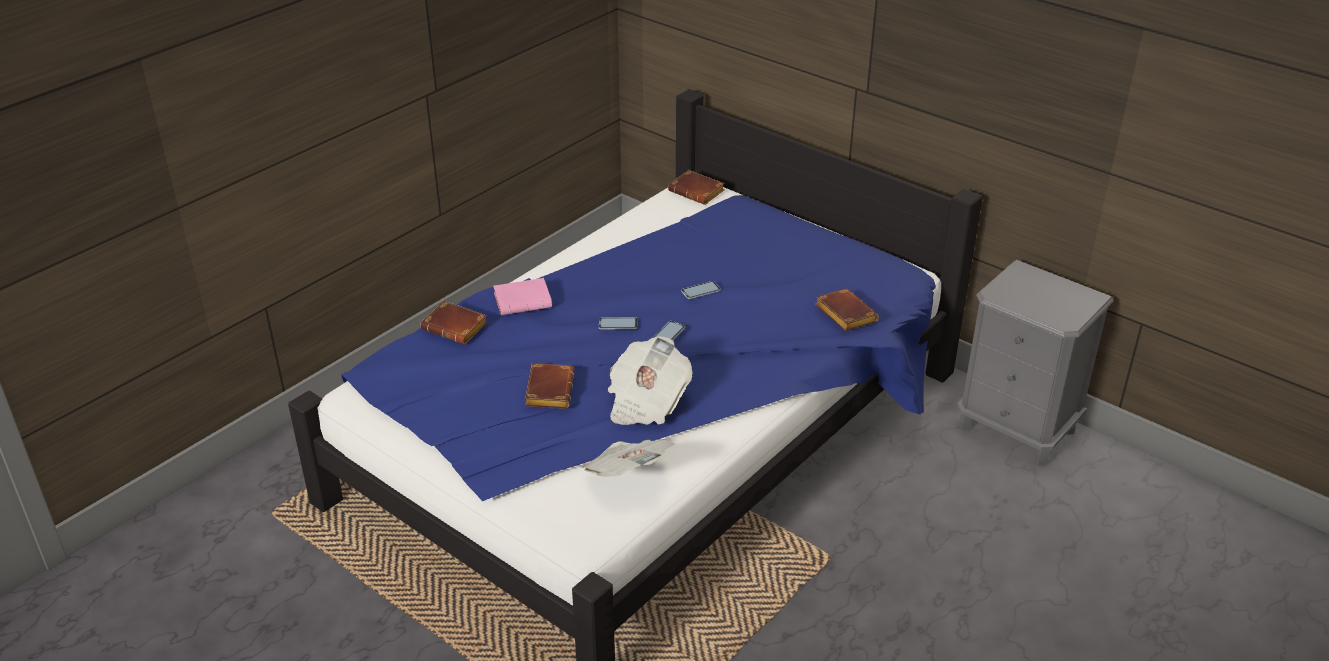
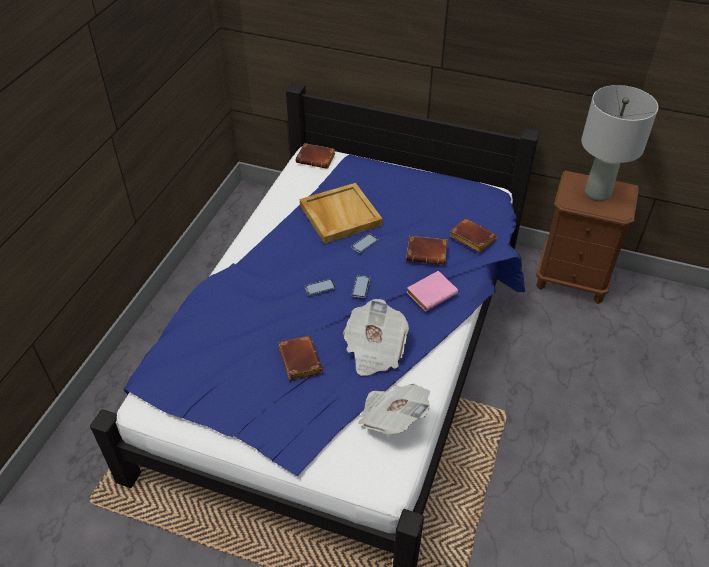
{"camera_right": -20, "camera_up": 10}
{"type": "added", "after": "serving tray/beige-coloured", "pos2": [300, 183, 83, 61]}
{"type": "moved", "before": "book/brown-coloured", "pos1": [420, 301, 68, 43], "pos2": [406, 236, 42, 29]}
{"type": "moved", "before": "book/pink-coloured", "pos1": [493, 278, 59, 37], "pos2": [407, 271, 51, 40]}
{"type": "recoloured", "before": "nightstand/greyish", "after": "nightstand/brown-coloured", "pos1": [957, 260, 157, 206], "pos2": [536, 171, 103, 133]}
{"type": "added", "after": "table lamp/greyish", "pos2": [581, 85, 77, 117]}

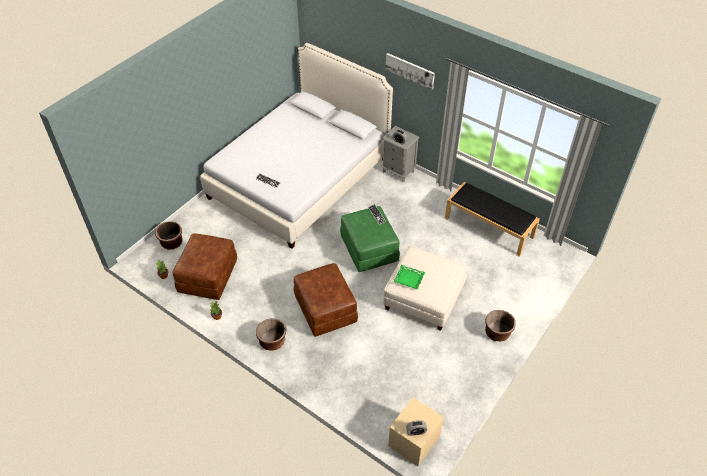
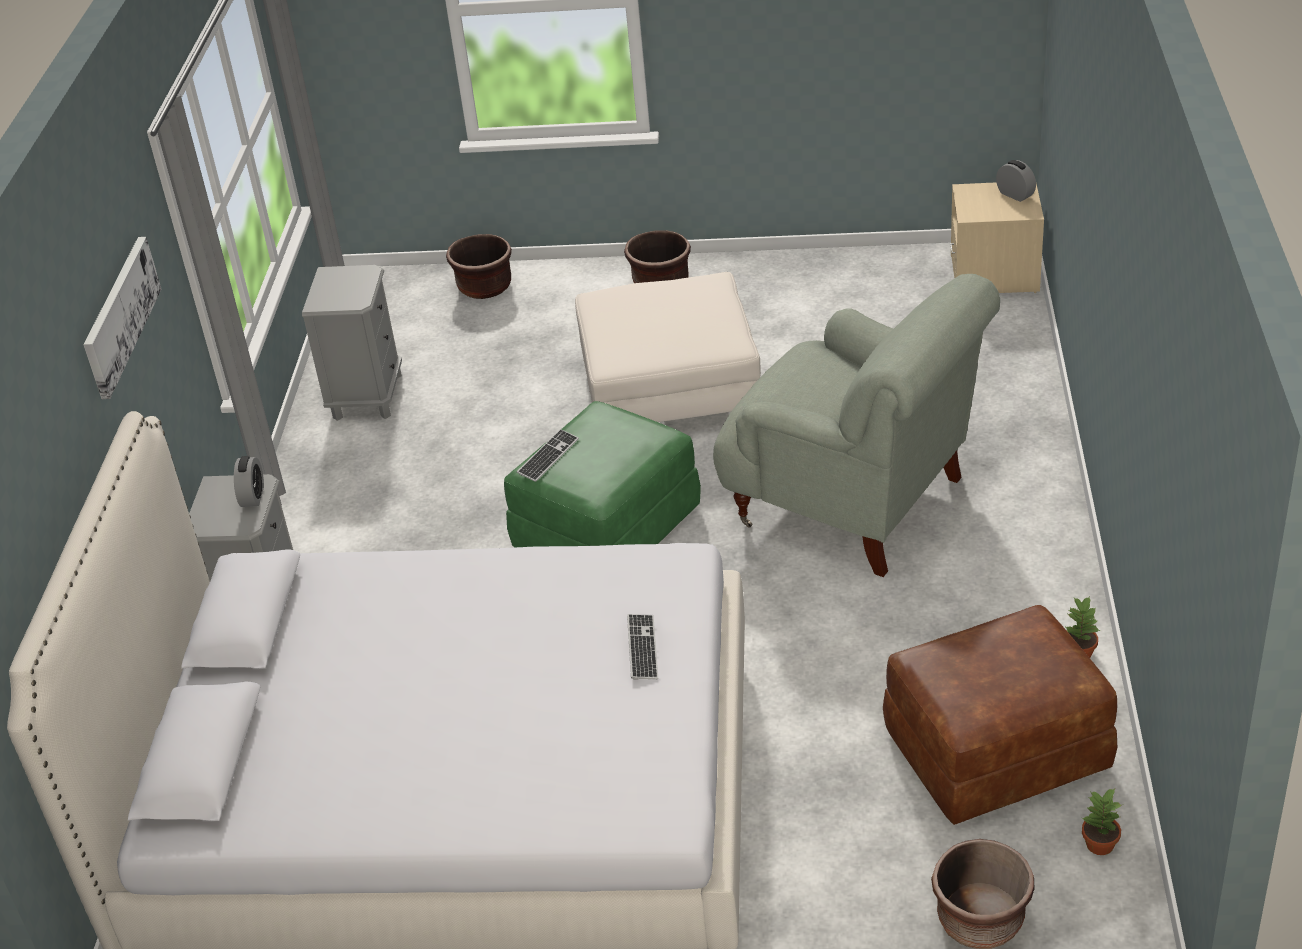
{"camera_right": -120, "camera_up": -10}
{"type": "replaced", "before": "long seat/blackish", "after": "nightstand/greyish", "pos1": [445, 182, 95, 75], "pos2": [302, 265, 100, 156]}
{"type": "moved", "before": "flower pot/brown-coloured", "pos1": [256, 319, 31, 31], "pos2": [446, 234, 66, 65]}
{"type": "replaced", "before": "footrest/brown-coloured", "after": "lounge chair/greyish", "pos1": [294, 263, 64, 74], "pos2": [713, 274, 287, 303]}
{"type": "removed", "before": "serving tray/greenish", "pos1": [393, 265, 32, 25]}

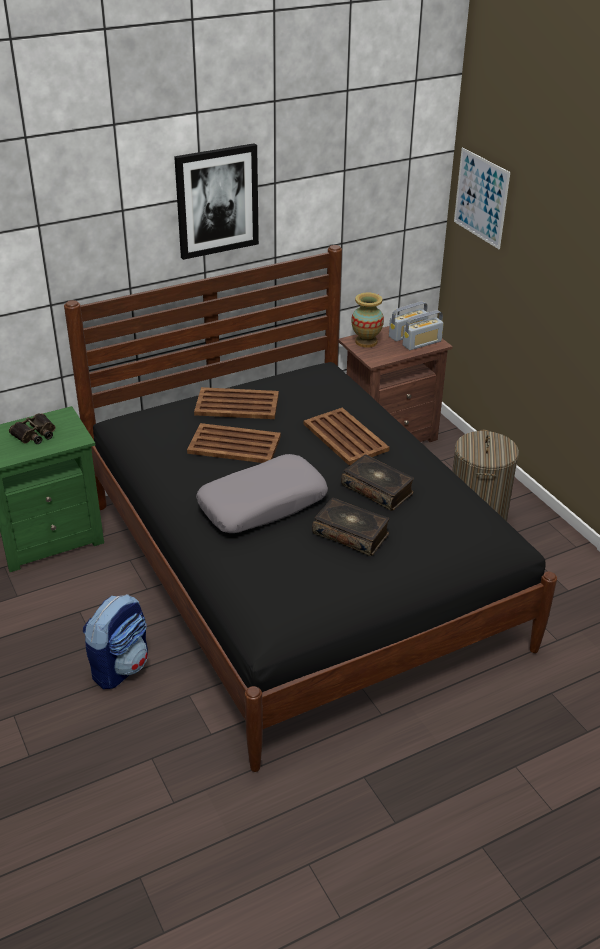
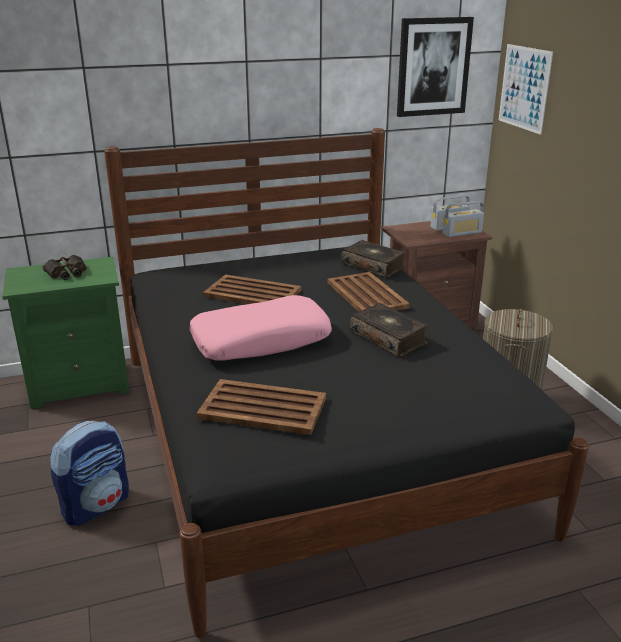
{"camera_right": 10, "camera_up": -10}
{"type": "recoloured", "before": "pillow/greyish", "after": "pillow/pink-coloured", "pos1": [196, 454, 132, 79], "pos2": [190, 295, 142, 65]}
{"type": "moved", "before": "serving tray/brown-coloured", "pos1": [194, 387, 85, 32], "pos2": [197, 379, 129, 56]}
{"type": "moved", "before": "book", "pos1": [312, 498, 77, 58], "pos2": [341, 240, 64, 37]}
{"type": "moved", "before": "picture", "pos1": [174, 143, 85, 117], "pos2": [397, 17, 77, 100]}
{"type": "removed", "before": "flower vase", "pos1": [352, 293, 32, 55]}

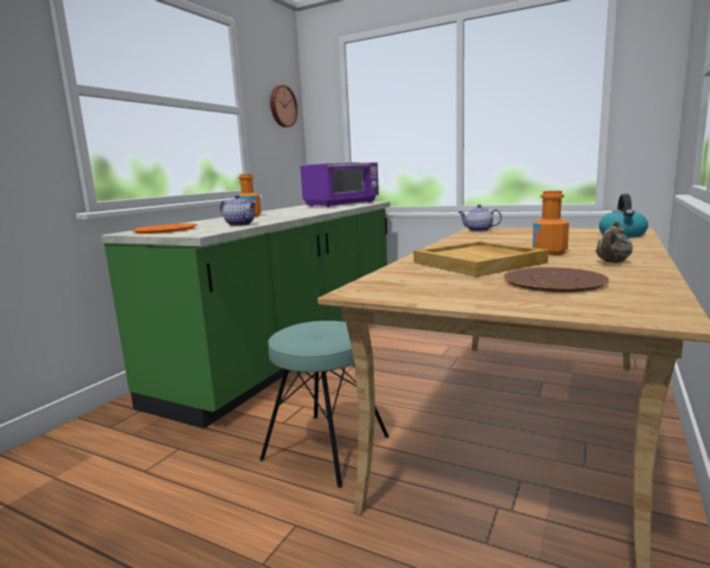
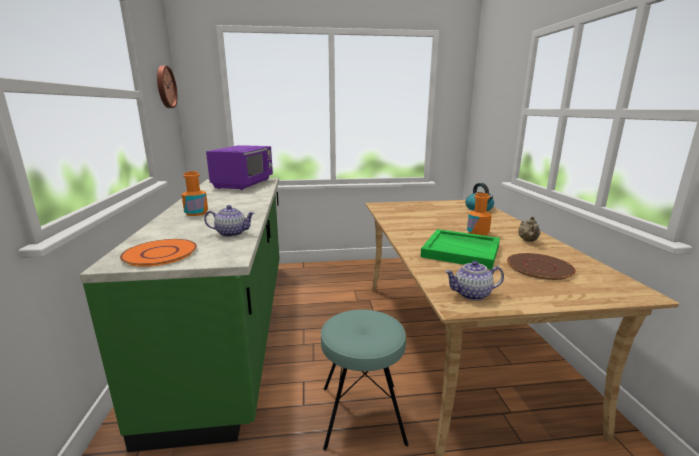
{"camera_right": -35, "camera_up": 5}
{"type": "recoloured", "before": "serving tray/beige-coloured", "after": "serving tray/greenish", "pos1": [413, 241, 135, 36], "pos2": [421, 229, 79, 40]}
{"type": "moved", "before": "tea pot", "pos1": [458, 204, 44, 28], "pos2": [445, 261, 59, 40]}

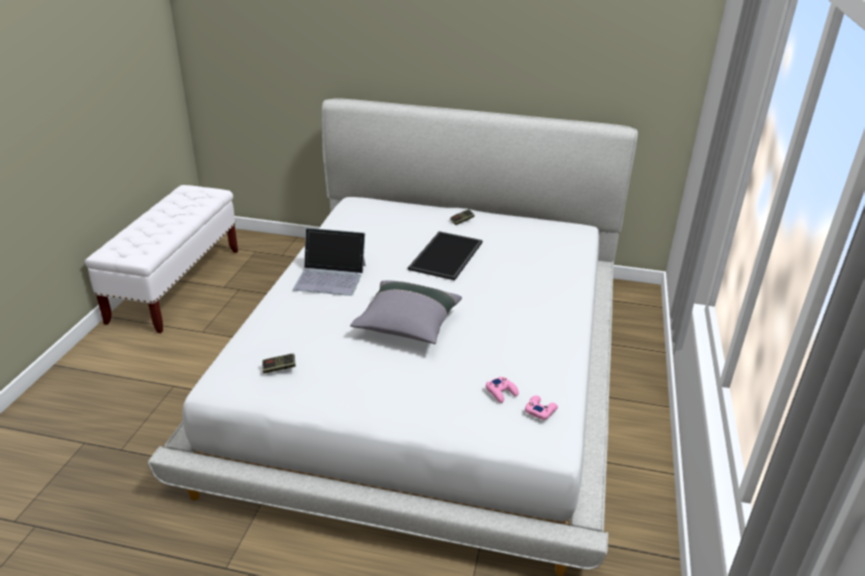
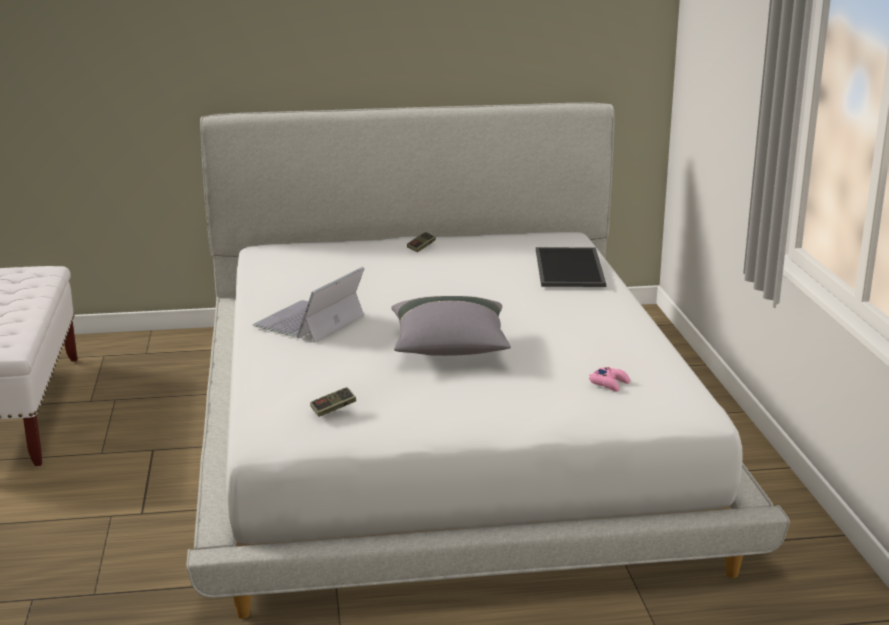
{"camera_right": -20, "camera_up": -10}
{"type": "turned", "before": "notebook computer", "pos1": [293, 228, 73, 68], "pos2": [253, 267, 112, 75], "turn": 135}
{"type": "moved", "before": "serving tray", "pos1": [408, 231, 75, 49], "pos2": [536, 247, 70, 40]}
{"type": "removed", "before": "gamepad/pink-coloured", "pos1": [525, 395, 33, 25]}

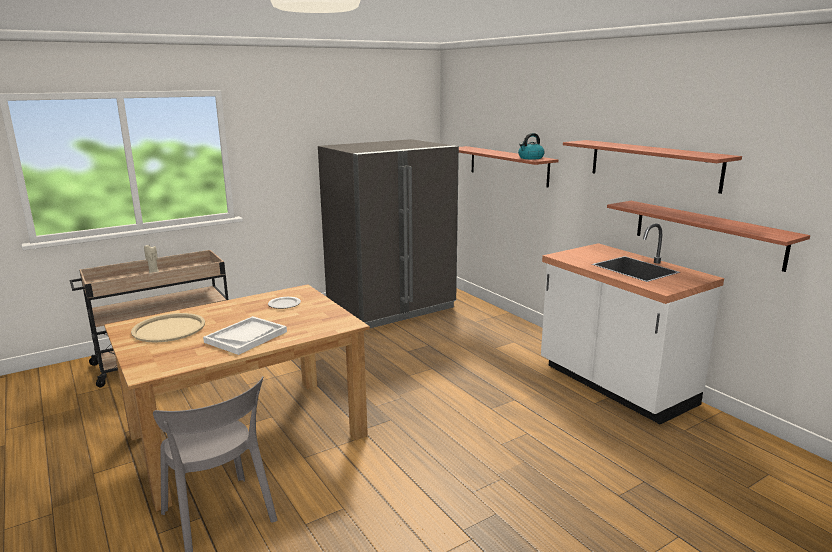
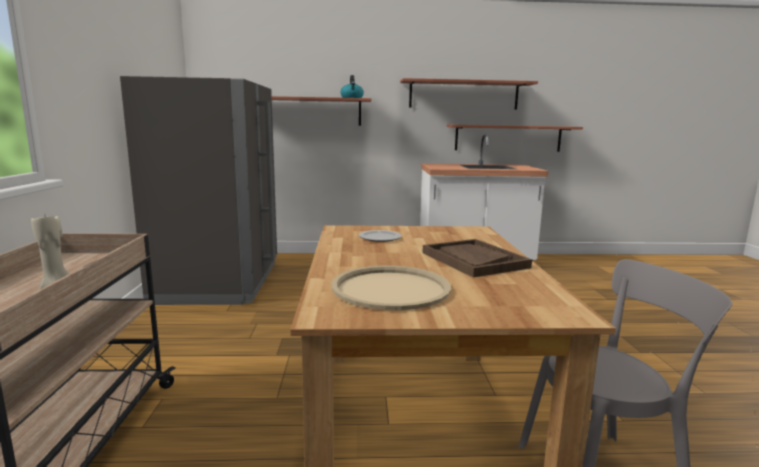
{"camera_right": -60, "camera_up": -5}
{"type": "recoloured", "before": "serving tray/whitish", "after": "serving tray/brown-coloured", "pos1": [203, 316, 84, 39], "pos2": [422, 239, 110, 38]}

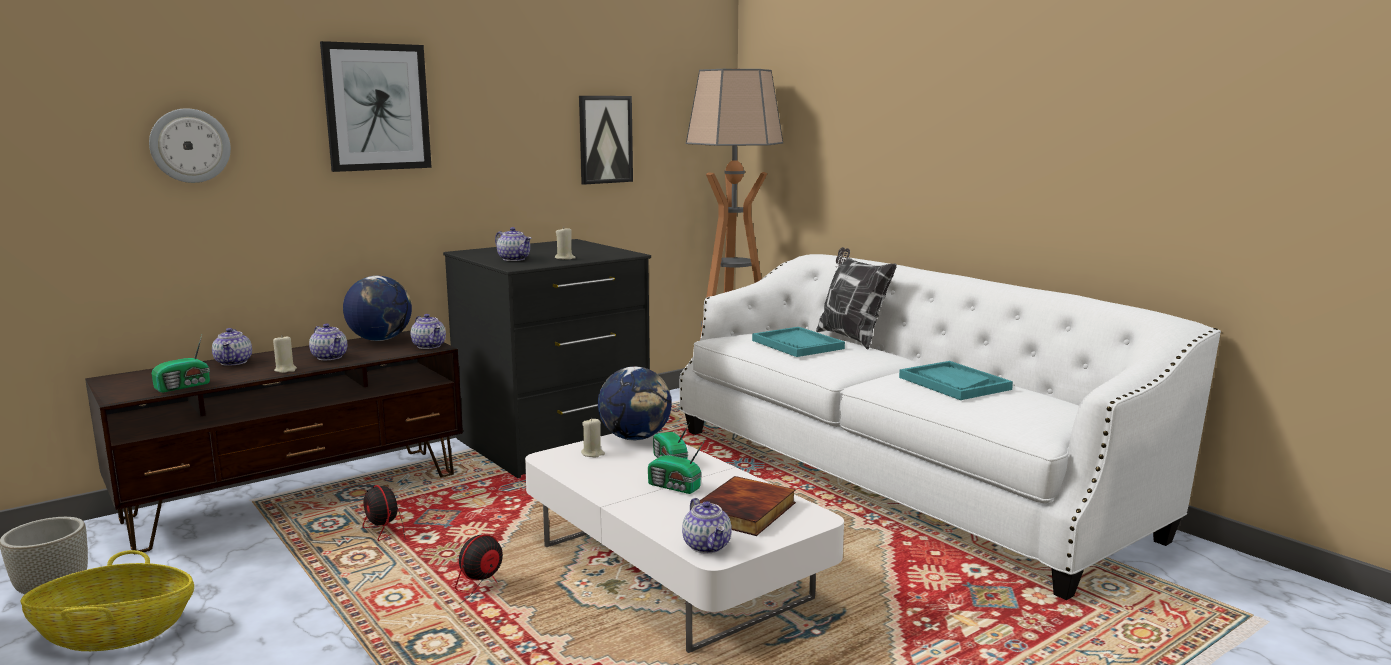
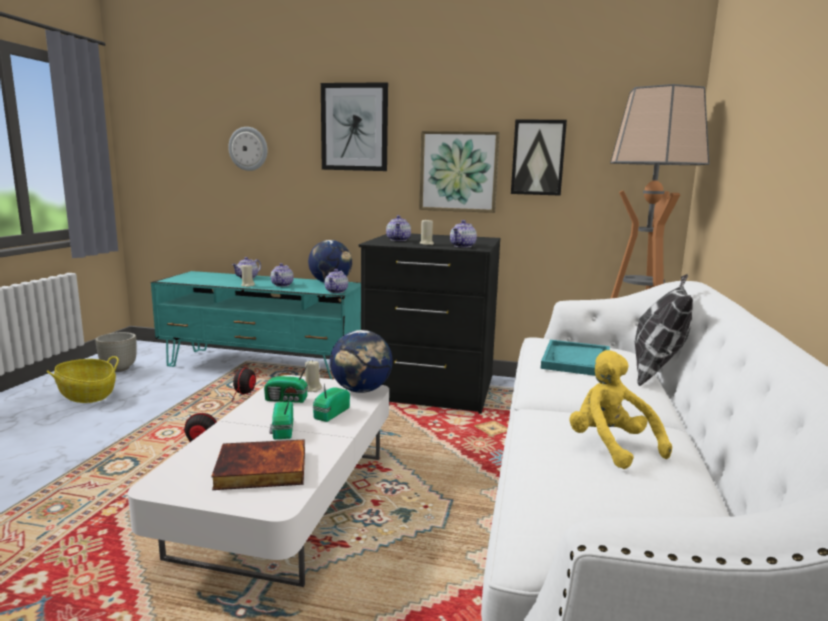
{"camera_right": 50, "camera_up": 0}
{"type": "recoloured", "before": "tv unit/brown-coloured", "after": "tv unit/turquoise", "pos1": [85, 331, 378, 221], "pos2": [151, 271, 210, 108]}
{"type": "moved", "before": "radio", "pos1": [152, 335, 58, 58], "pos2": [264, 361, 46, 42]}
{"type": "added", "after": "picture", "pos2": [419, 131, 81, 82]}
{"type": "moved", "before": "tea pot", "pos1": [682, 498, 50, 56], "pos2": [450, 220, 27, 28]}
{"type": "replaced", "before": "serving tray/turquoise", "after": "cuddly toy/yellowish", "pos1": [899, 361, 114, 39], "pos2": [570, 350, 102, 119]}

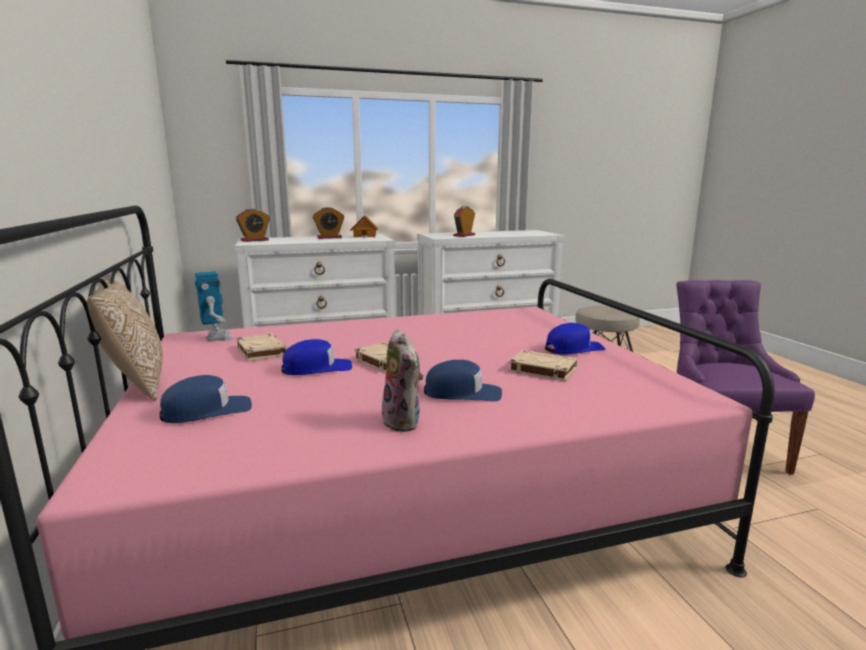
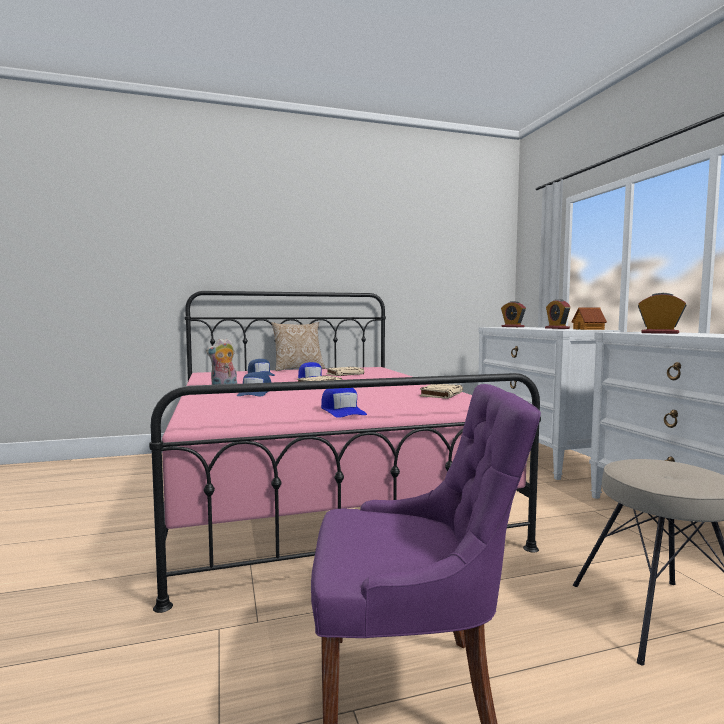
{"camera_right": 90, "camera_up": -10}
{"type": "moved", "before": "book/beige-coloured", "pos1": [508, 350, 70, 31], "pos2": [420, 384, 43, 15]}
{"type": "removed", "before": "robot figure", "pos1": [194, 271, 40, 70]}

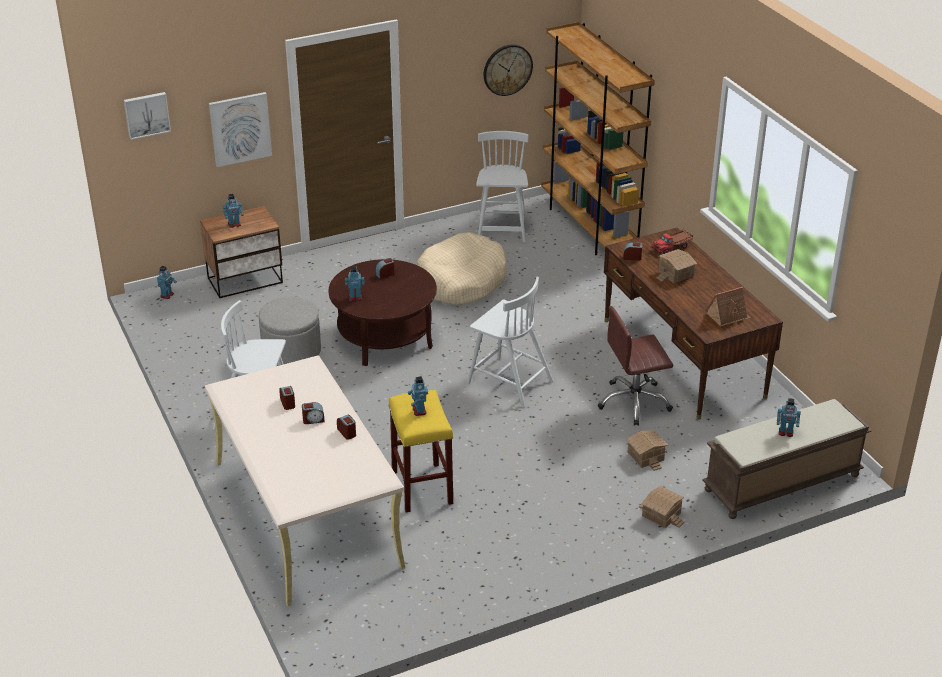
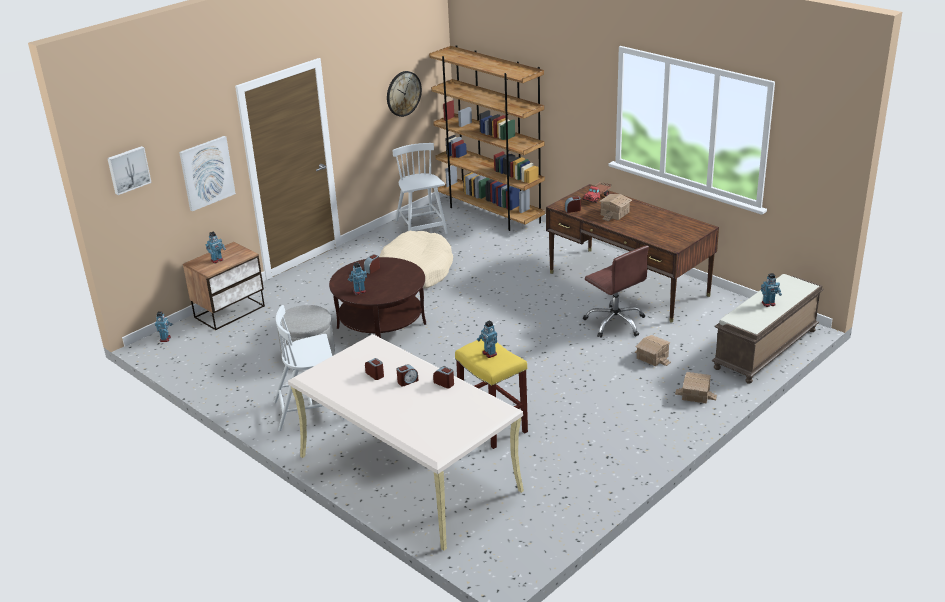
{"camera_right": -20, "camera_up": -5}
{"type": "turned", "before": "office chair/brown-coloured", "pos1": [598, 306, 75, 120], "pos2": [583, 245, 66, 93], "turn": -90}
{"type": "removed", "before": "upright chair/whitish", "pos1": [467, 277, 87, 131]}
{"type": "removed", "before": "miniature house", "pos1": [706, 287, 45, 40]}

